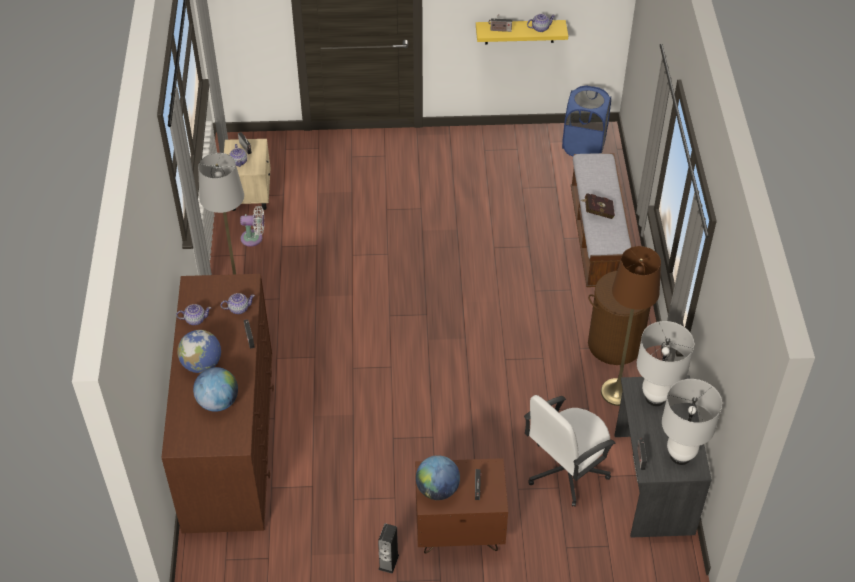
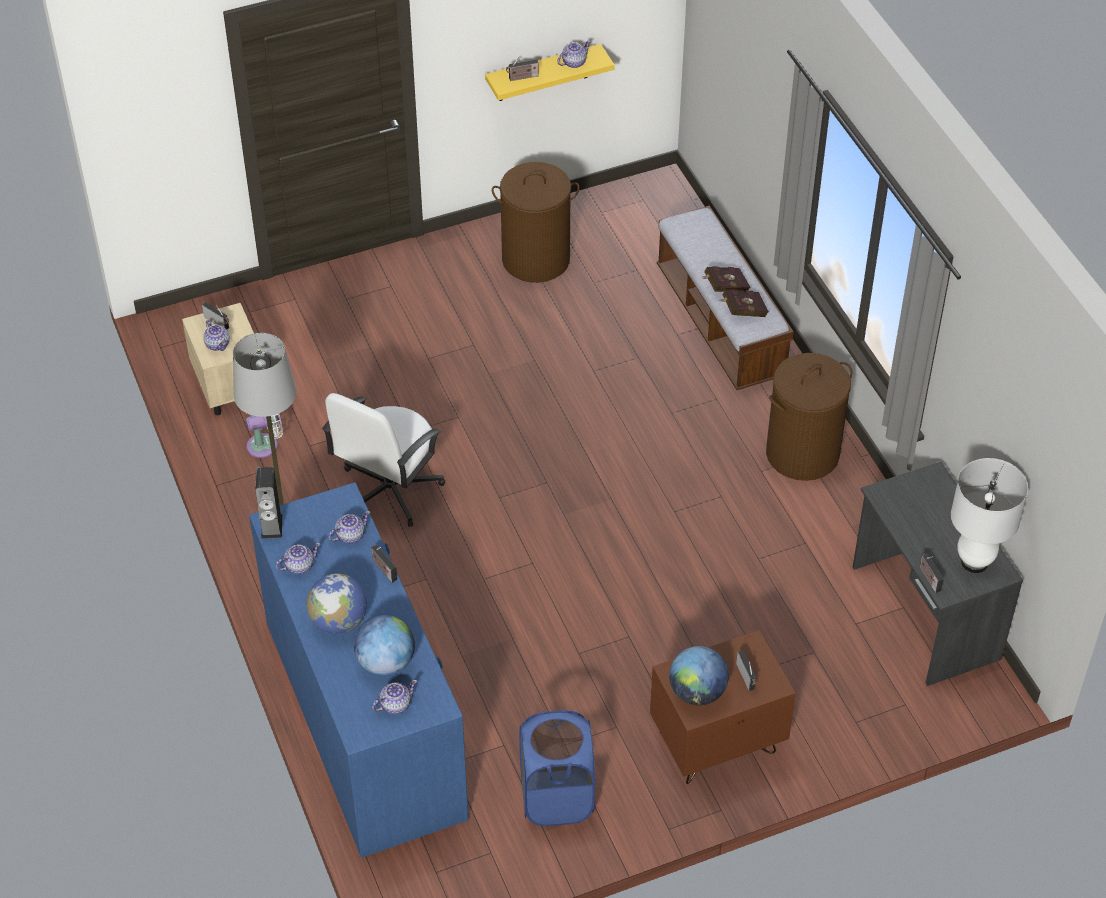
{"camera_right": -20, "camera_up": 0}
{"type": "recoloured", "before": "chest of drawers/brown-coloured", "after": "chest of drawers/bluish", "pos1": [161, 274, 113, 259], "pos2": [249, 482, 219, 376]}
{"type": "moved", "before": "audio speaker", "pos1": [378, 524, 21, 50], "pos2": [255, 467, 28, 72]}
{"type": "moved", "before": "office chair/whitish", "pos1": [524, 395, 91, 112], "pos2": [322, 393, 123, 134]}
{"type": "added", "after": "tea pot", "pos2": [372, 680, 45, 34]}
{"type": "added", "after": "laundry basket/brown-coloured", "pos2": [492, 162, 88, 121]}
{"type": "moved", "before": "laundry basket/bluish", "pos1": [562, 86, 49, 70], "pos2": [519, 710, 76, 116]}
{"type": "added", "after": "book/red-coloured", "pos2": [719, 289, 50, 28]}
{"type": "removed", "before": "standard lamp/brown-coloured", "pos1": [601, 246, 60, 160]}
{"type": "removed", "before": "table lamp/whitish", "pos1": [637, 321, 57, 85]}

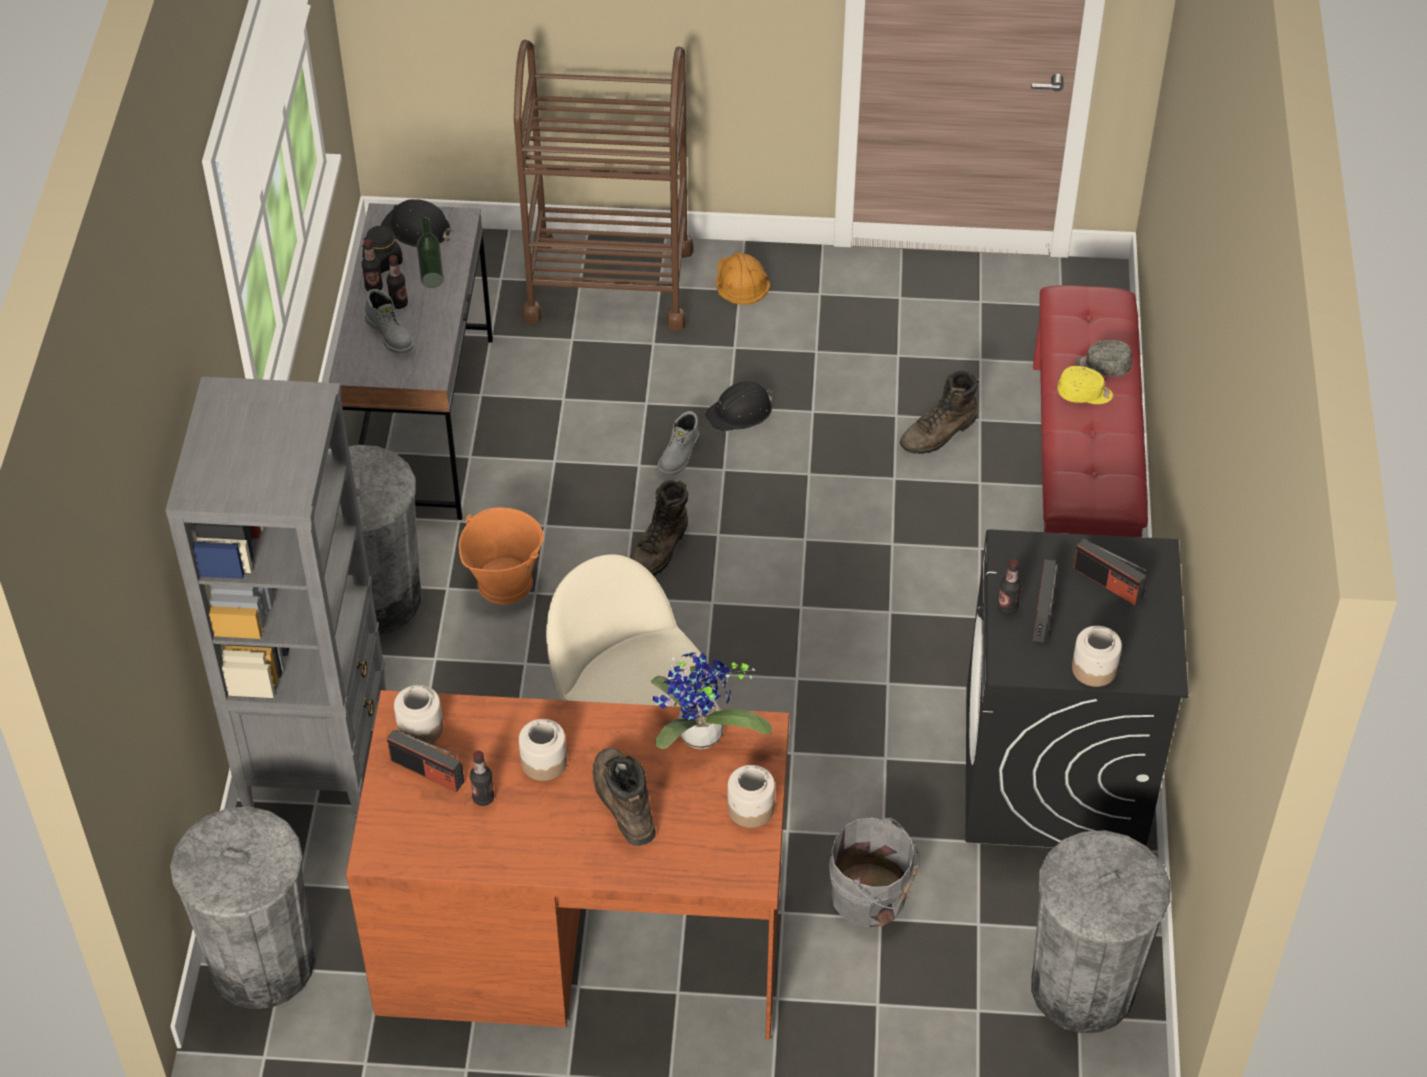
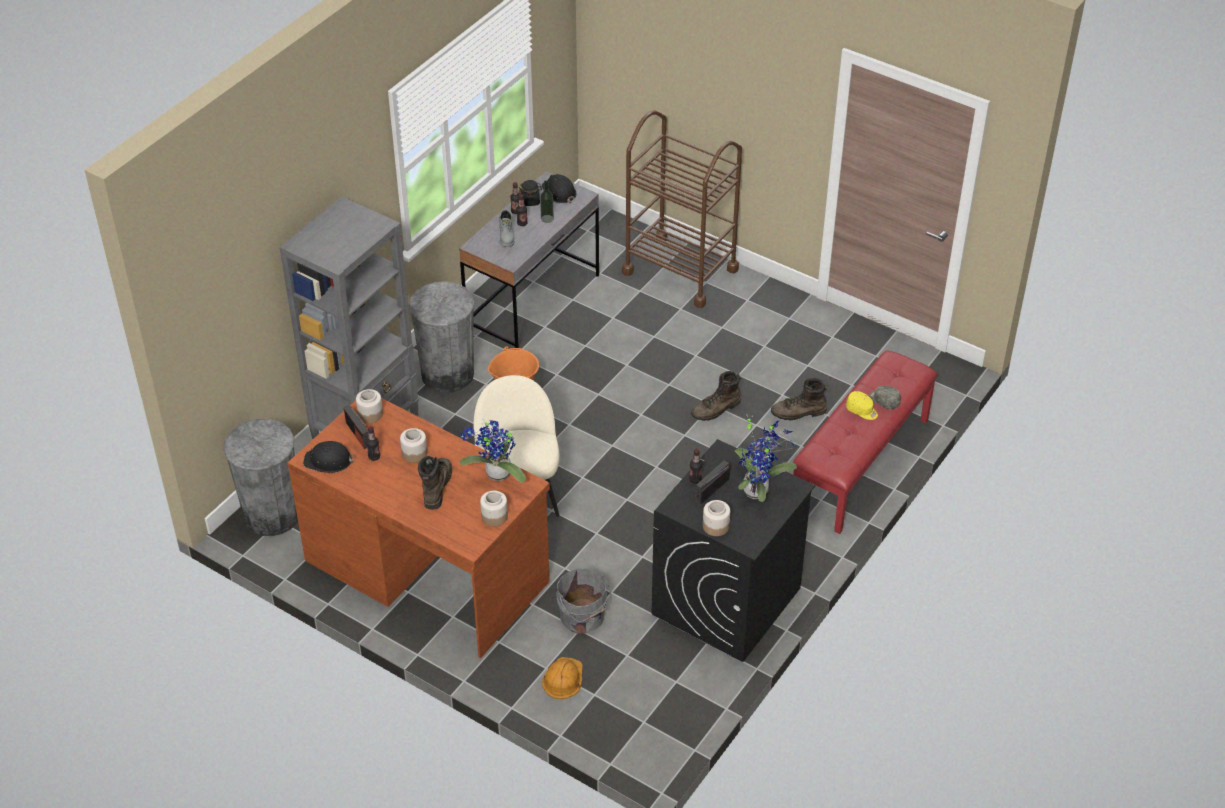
{"camera_right": 30, "camera_up": -5}
{"type": "moved", "before": "safety helmet/blackish", "pos1": [705, 382, 68, 49], "pos2": [303, 441, 52, 32]}
{"type": "moved", "before": "safety helmet/orangey", "pos1": [716, 253, 54, 52], "pos2": [542, 657, 41, 42]}
{"type": "moved", "before": "high-top boot/brown-coloured", "pos1": [630, 480, 58, 96], "pos2": [691, 371, 50, 50]}
{"type": "replaced", "before": "radio", "after": "houseplant", "pos1": [1073, 538, 74, 68], "pos2": [734, 415, 63, 87]}
{"type": "removed", "before": "high-top boot/greyish", "pos1": [658, 411, 41, 65]}
{"type": "removed", "before": "rubbish bin/greyish", "pos1": [1031, 830, 139, 204]}

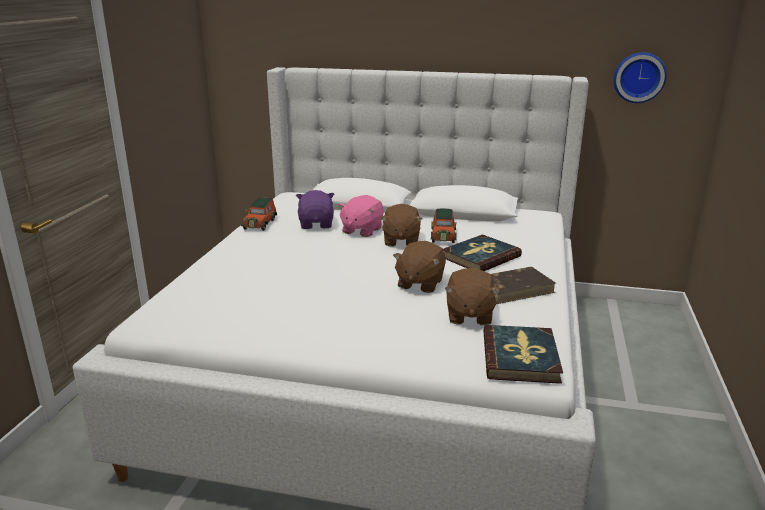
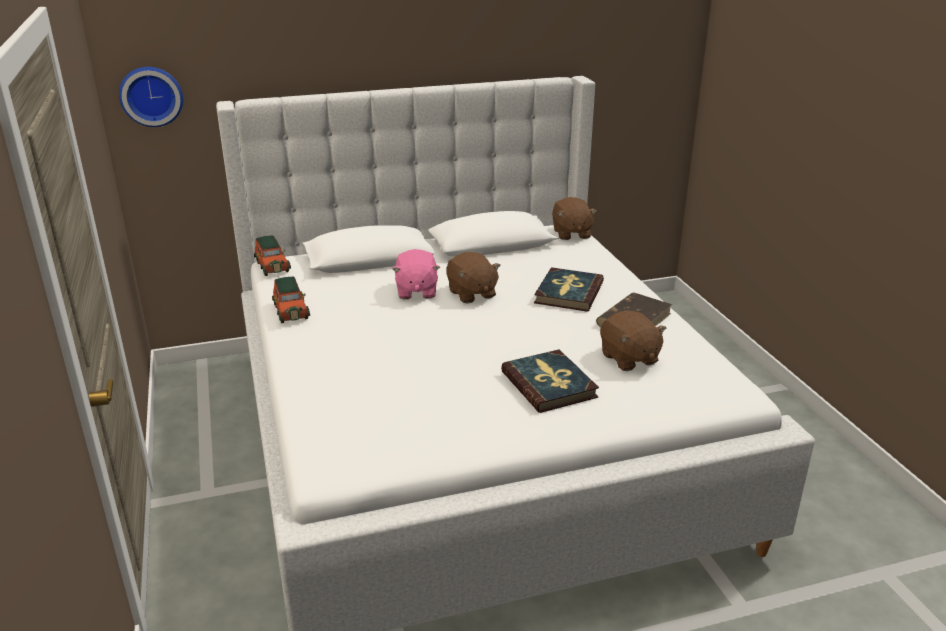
{"camera_right": -30, "camera_up": 5}
{"type": "moved", "before": "wall clock", "pos1": [613, 52, 54, 51], "pos2": [119, 67, 64, 60]}
{"type": "moved", "before": "toy car", "pos1": [431, 208, 26, 35], "pos2": [254, 235, 37, 41]}
{"type": "moved", "before": "book", "pos1": [483, 325, 80, 59], "pos2": [501, 349, 98, 64]}
{"type": "moved", "before": "cuddly toy/brown-coloured", "pos1": [393, 241, 53, 52], "pos2": [552, 197, 45, 43]}
{"type": "removed", "before": "cuddly toy/purple", "pos1": [296, 190, 38, 39]}

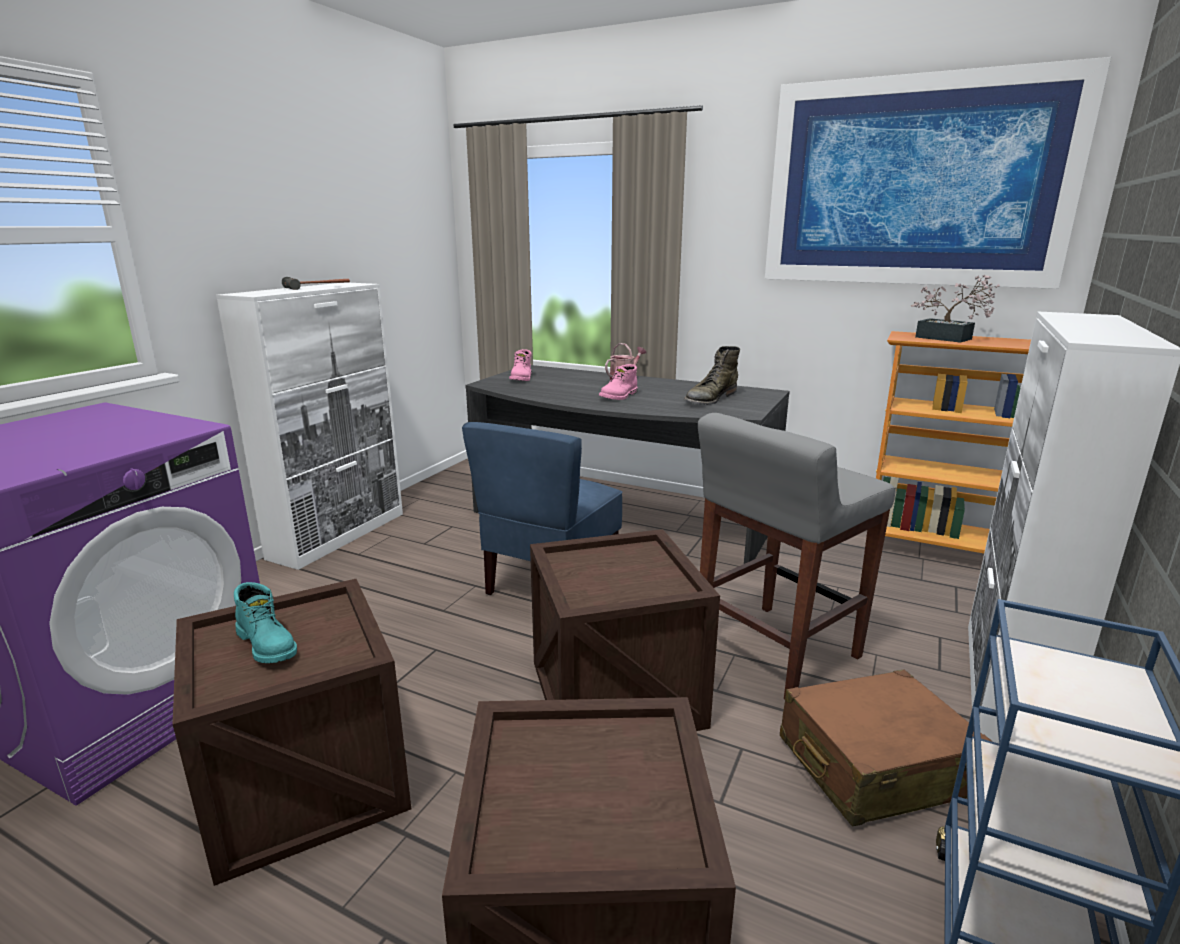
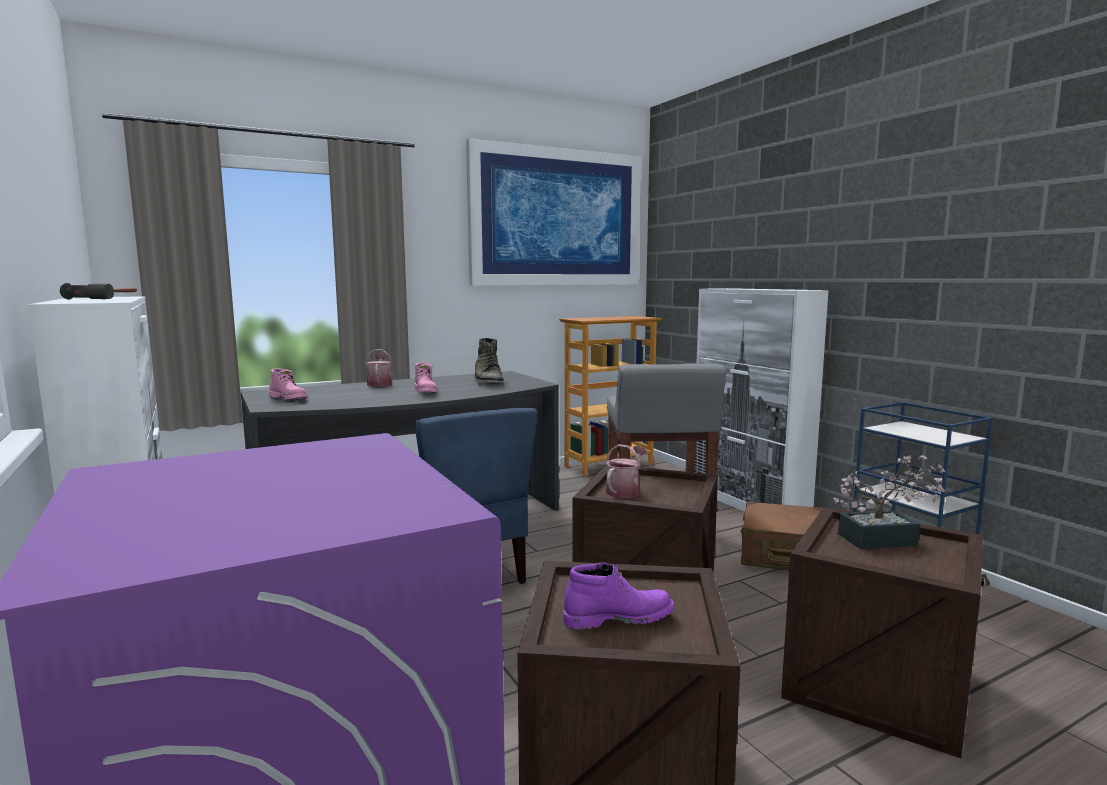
{"camera_right": -55, "camera_up": -10}
{"type": "recoloured", "before": "high-top boot/turquoise", "after": "high-top boot/purple", "pos1": [234, 582, 63, 81], "pos2": [563, 562, 111, 67]}
{"type": "added", "after": "sprinkling can", "pos2": [606, 444, 41, 54]}
{"type": "moved", "before": "houseplant", "pos1": [911, 275, 89, 68], "pos2": [833, 456, 113, 93]}

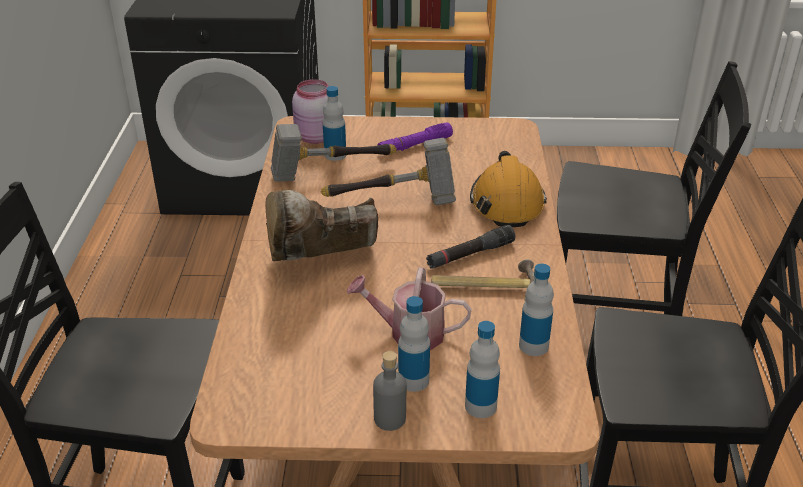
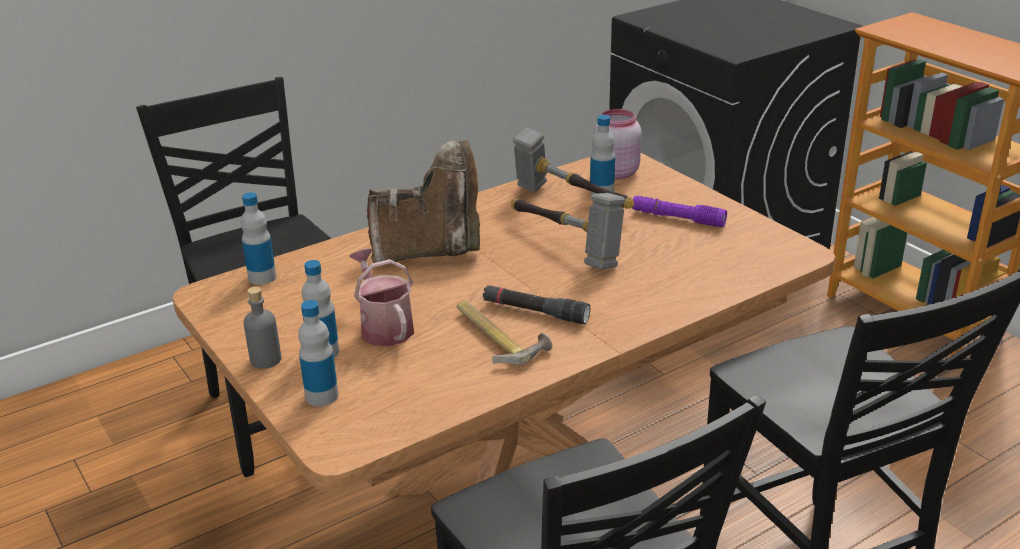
{"camera_right": 55, "camera_up": -5}
{"type": "moved", "before": "beverage bottle", "pos1": [519, 264, 35, 92], "pos2": [241, 192, 35, 93]}
{"type": "turned", "before": "high-top boot/brown-coloured", "pos1": [265, 190, 113, 71], "pos2": [367, 140, 113, 126], "turn": 135}
{"type": "removed", "before": "safety helmet/orangey", "pos1": [470, 151, 77, 76]}

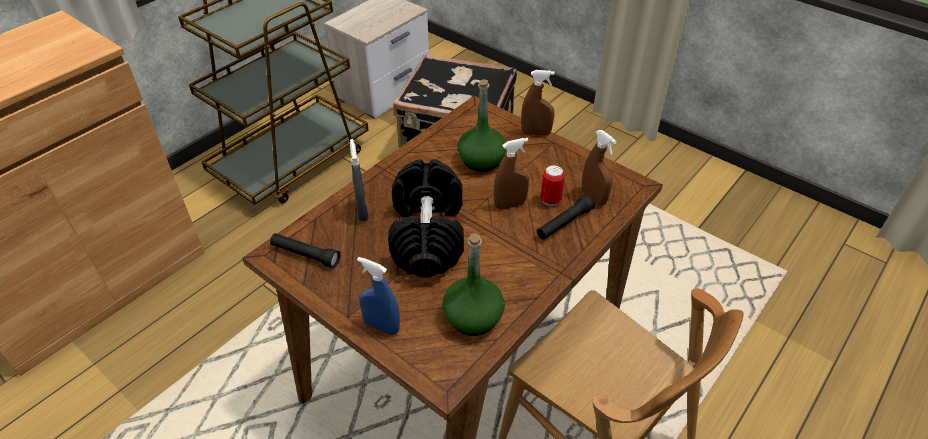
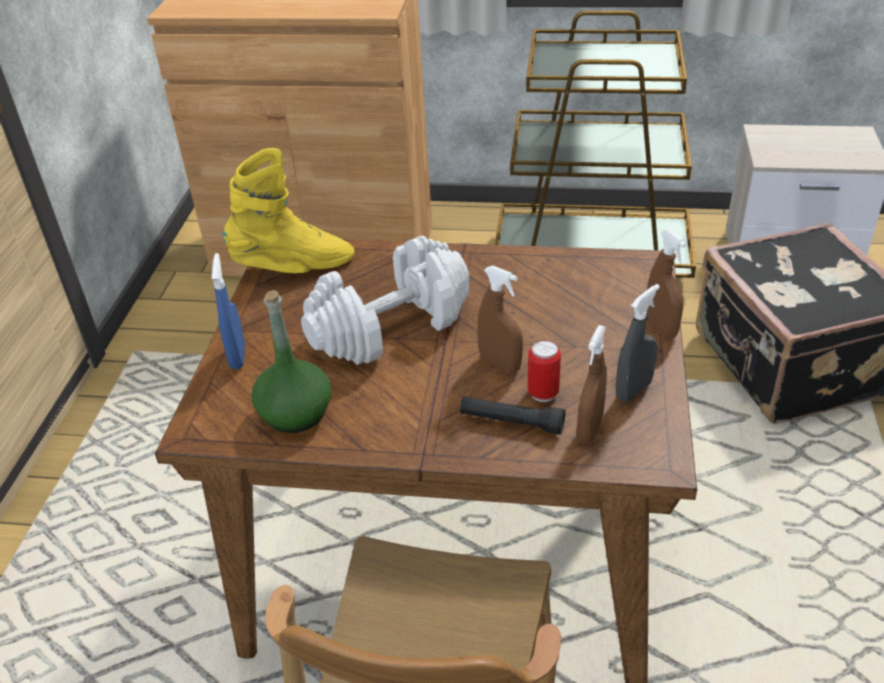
{"camera_right": 60, "camera_up": -5}
{"type": "replaced", "before": "flashlight/blackish", "after": "high-top boot/yellowish", "pos1": [270, 233, 70, 35], "pos2": [222, 148, 133, 125]}
{"type": "recoloured", "before": "hand weight/blackish", "after": "hand weight/whitish", "pos1": [388, 159, 76, 119], "pos2": [301, 236, 168, 129]}
{"type": "moved", "before": "hand sprayer/greyish", "pos1": [350, 139, 19, 82], "pos2": [616, 284, 44, 118]}
{"type": "removed", "before": "beverage bottle/greenish", "pos1": [458, 79, 48, 93]}

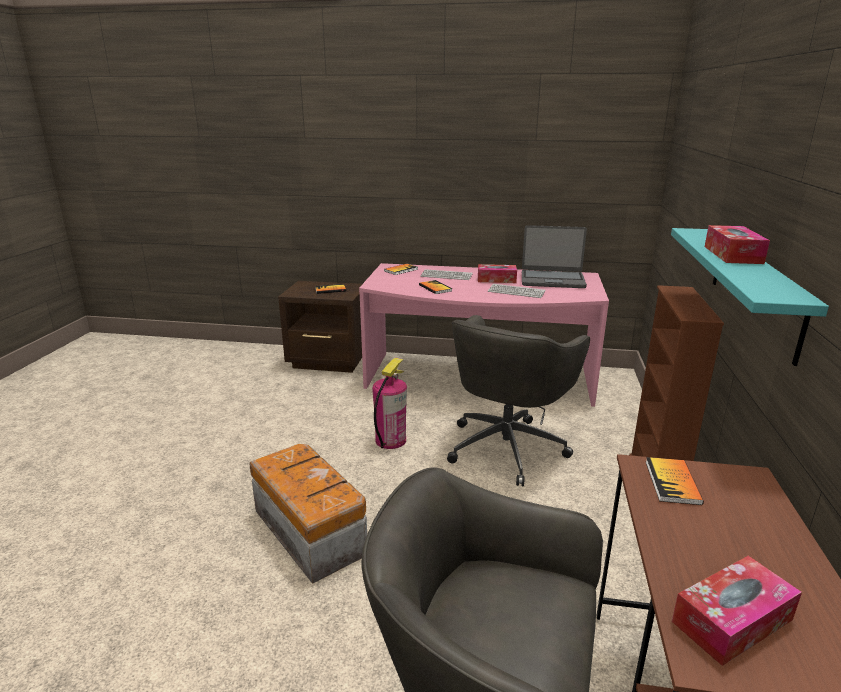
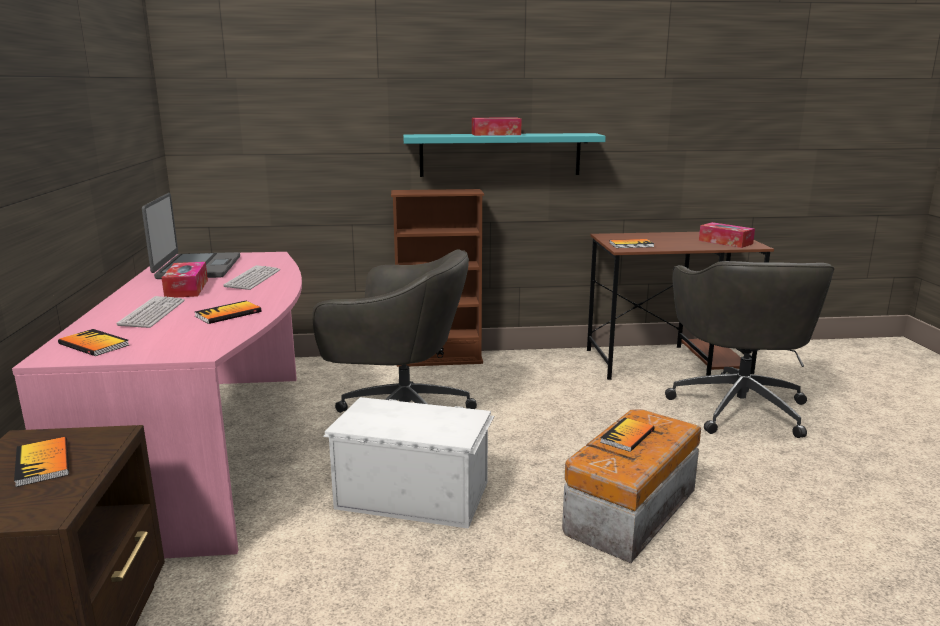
{"camera_right": -105, "camera_up": -5}
{"type": "replaced", "before": "fire-fighting cylinder", "after": "storage container/whitish", "pos1": [372, 358, 35, 91], "pos2": [323, 397, 171, 132]}
{"type": "added", "after": "book", "pos2": [600, 417, 55, 35]}

